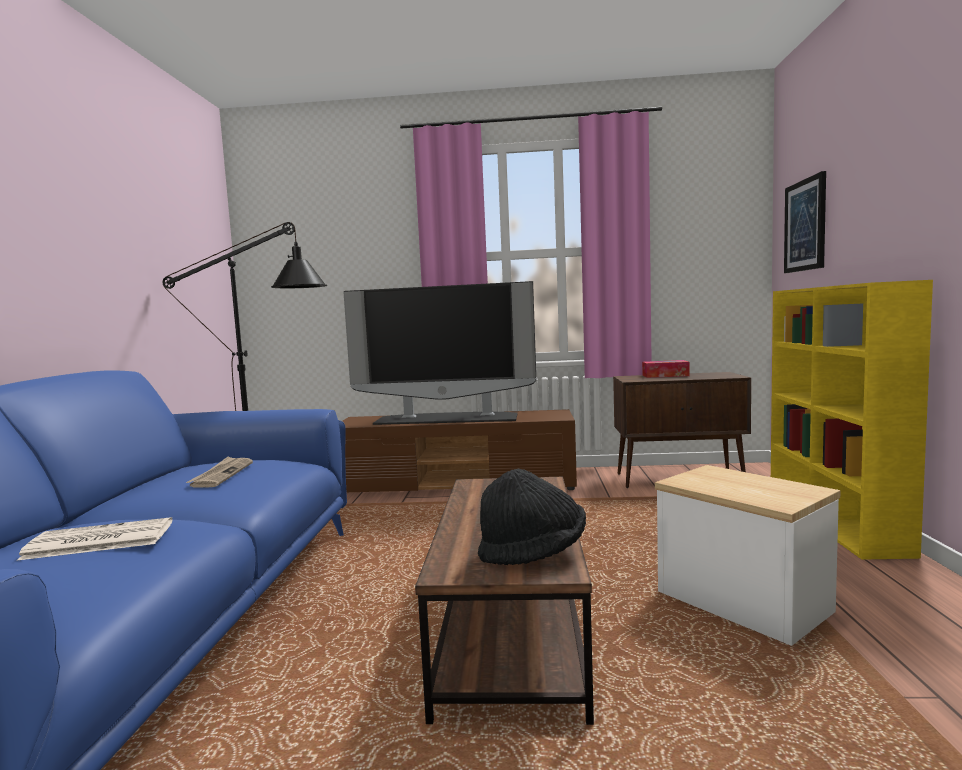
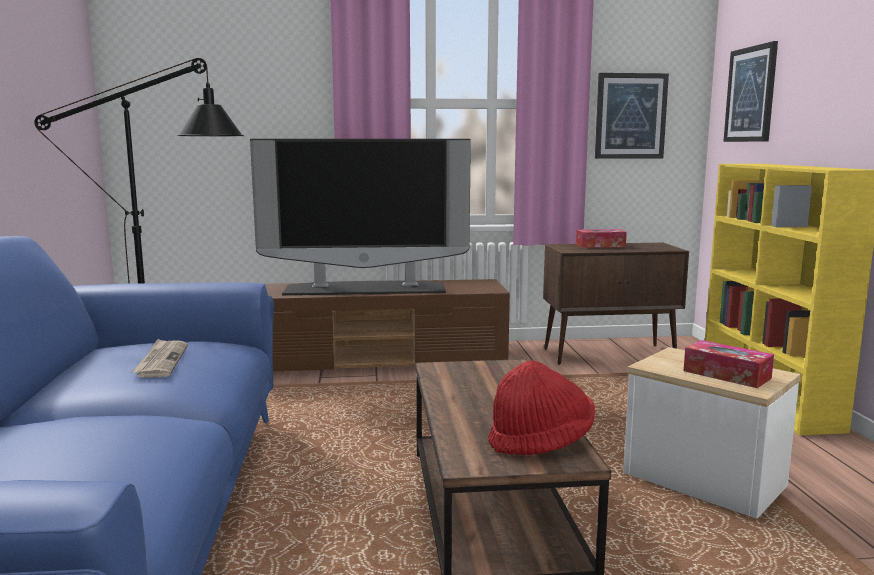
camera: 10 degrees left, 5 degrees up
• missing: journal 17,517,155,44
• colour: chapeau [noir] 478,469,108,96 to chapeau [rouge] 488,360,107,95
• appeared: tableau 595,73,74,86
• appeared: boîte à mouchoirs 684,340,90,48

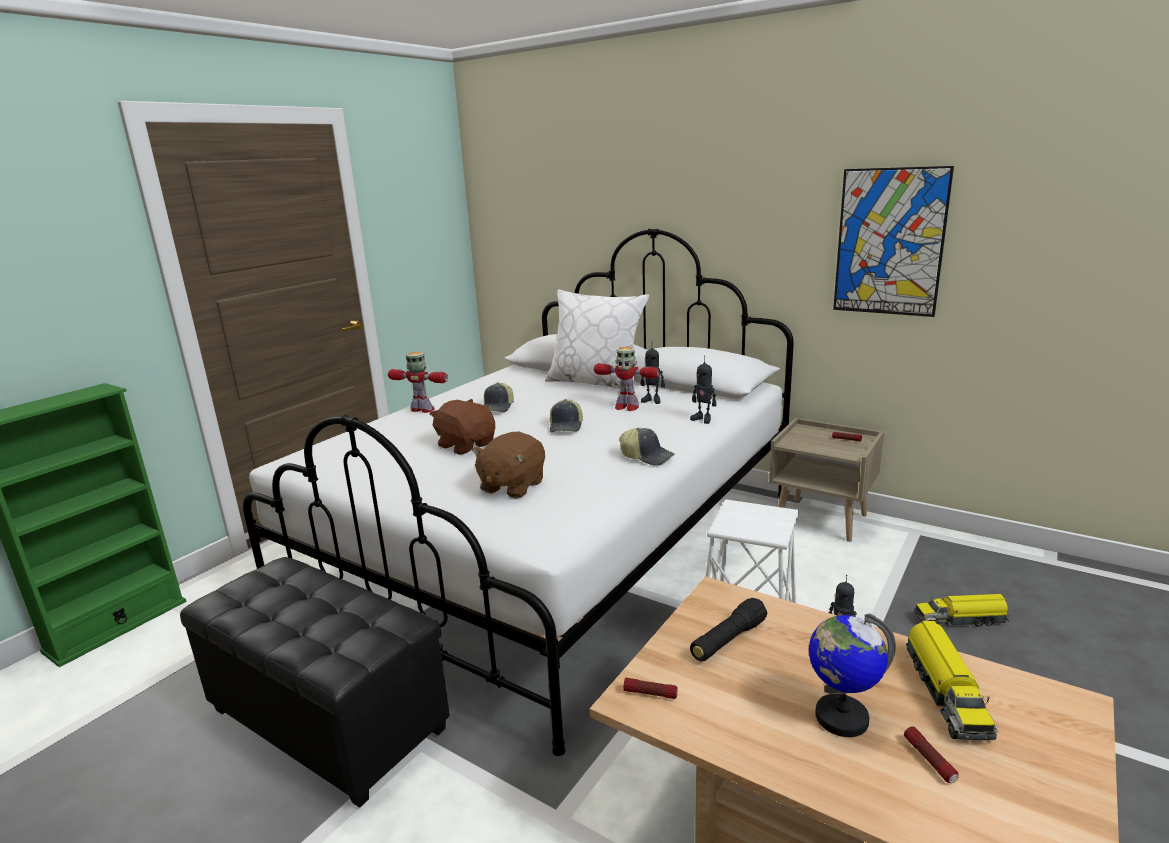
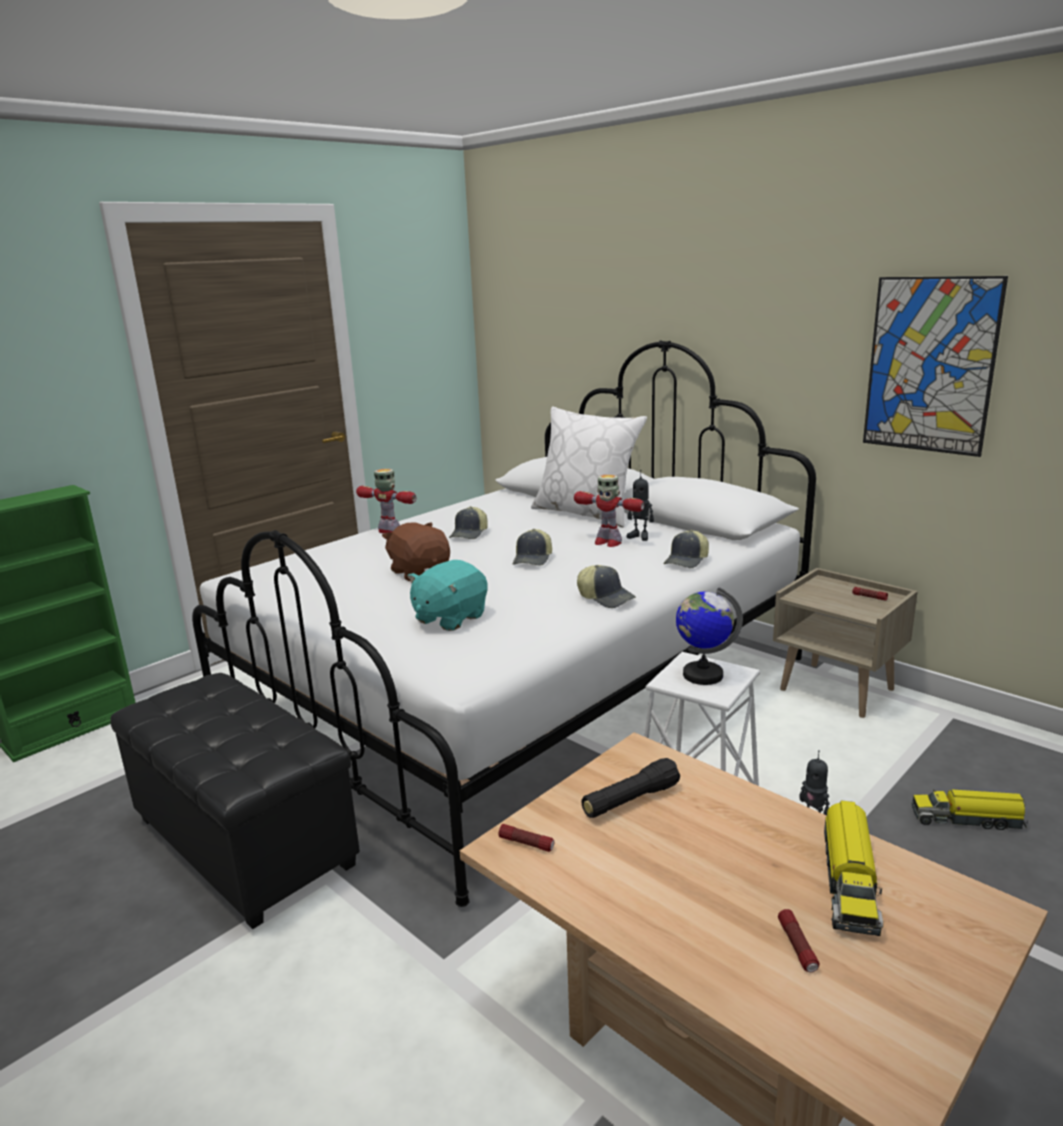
camera: 10 degrees right, 0 degrees up
• colour: peluche [marron] 472,432,73,66 to peluche [turquoise] 407,560,81,71
• exchanged: robot jouet 690,355,26,69 to casquette 663,530,46,38
• relocated: globe 809,613,87,124 to 676,587,67,98

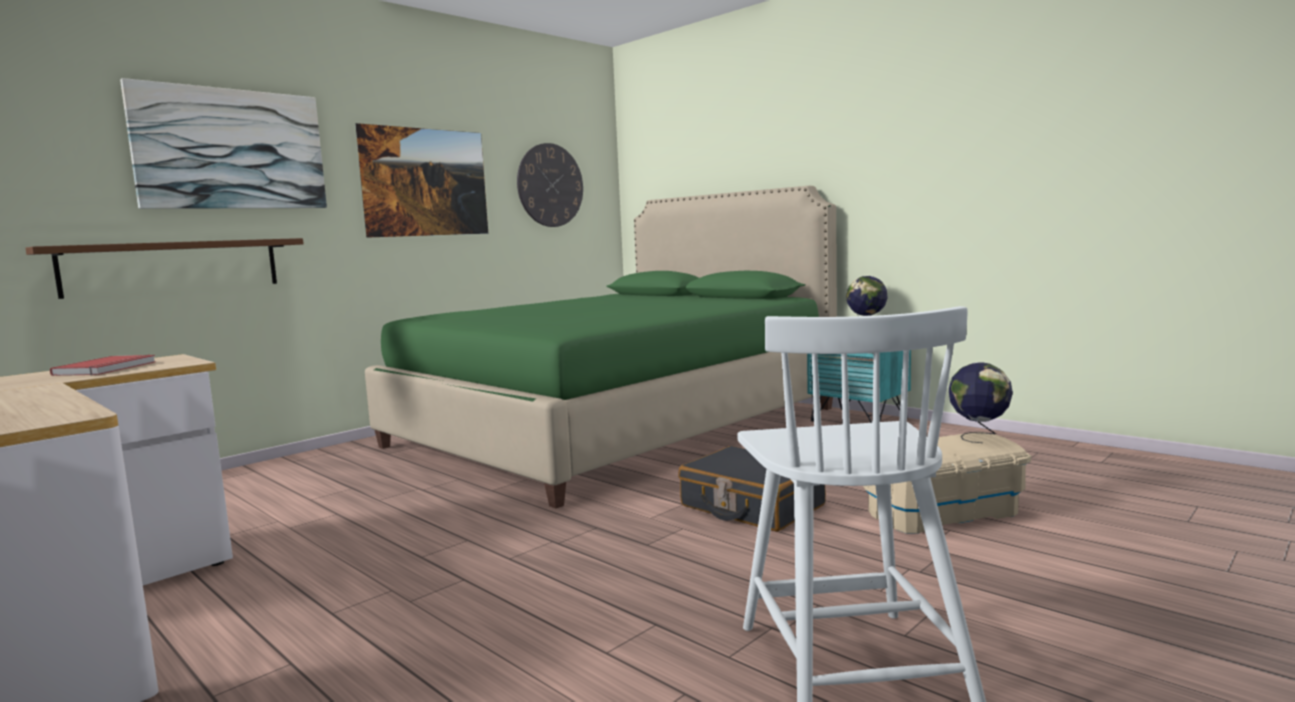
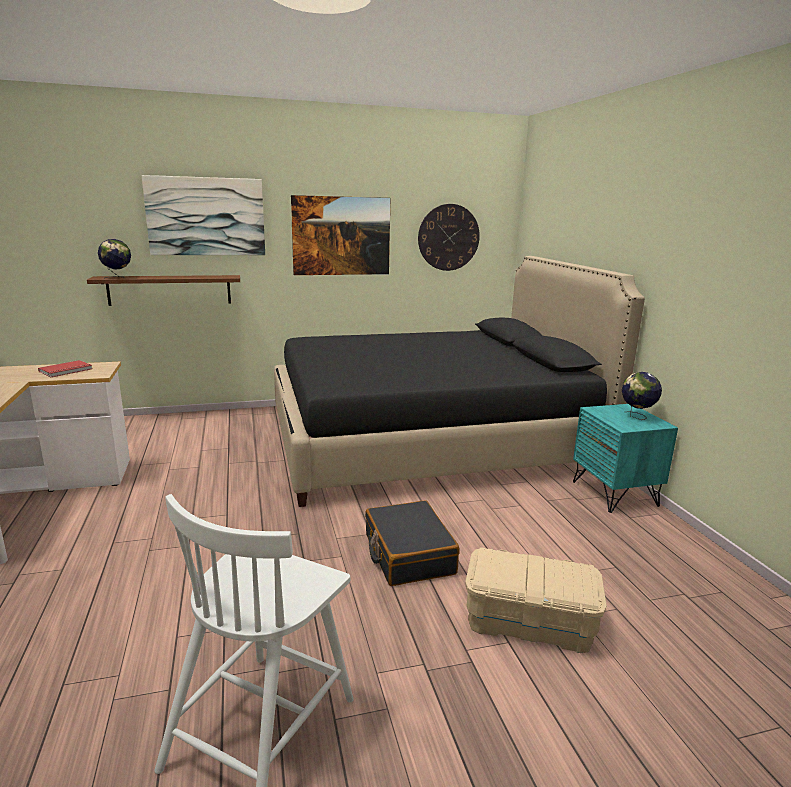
camera: 30 degrees right, 10 degrees up
• colour: lit [vert] 365,186,472,322 to lit [noir] 274,256,371,251
• relocated: globe 949,362,64,81 to 98,239,33,40

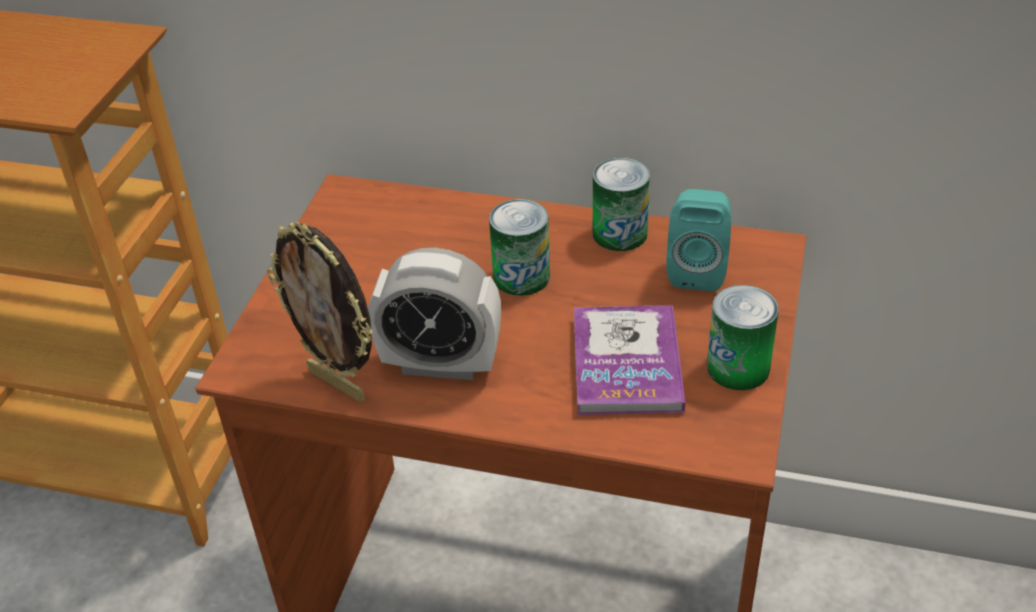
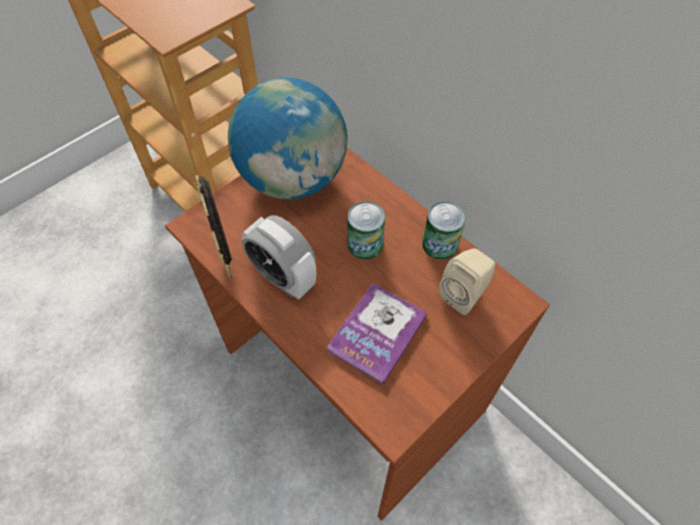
camera: 30 degrees right, 15 degrees up
• colour: enceinte [turquoise] 666,189,65,102 to enceinte [beige] 439,249,56,66
• missing: boîte métallique 707,285,72,105
• appeared: globe 228,78,119,122

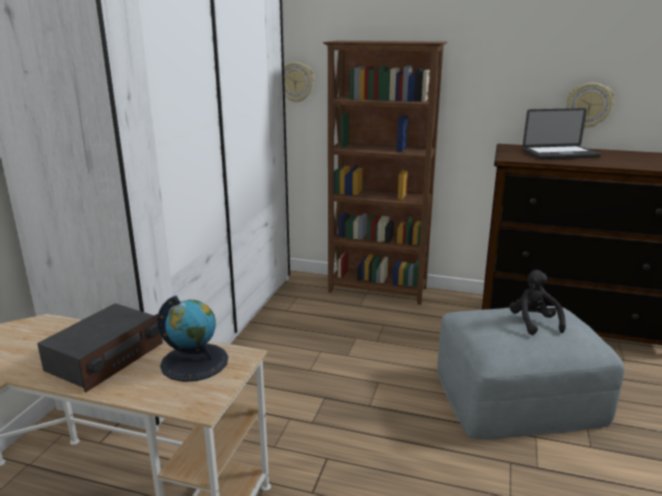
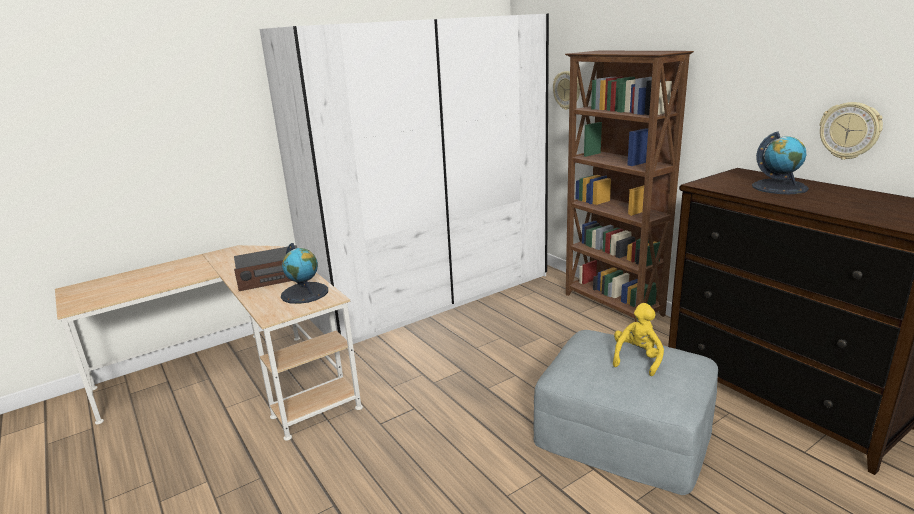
camera: 40 degrees right, 0 degrees up
• colour: peluche [noir] 509,270,57,65 to peluche [jaune] 613,303,51,73
• exchanged: ordinateur portable 523,108,78,51 to globe 752,131,57,63

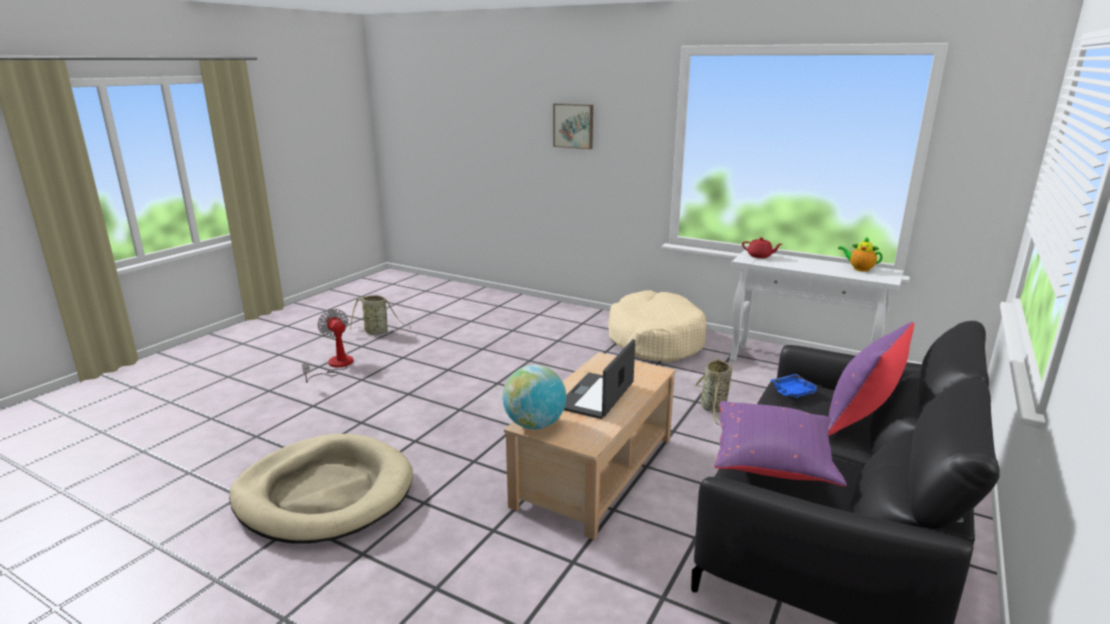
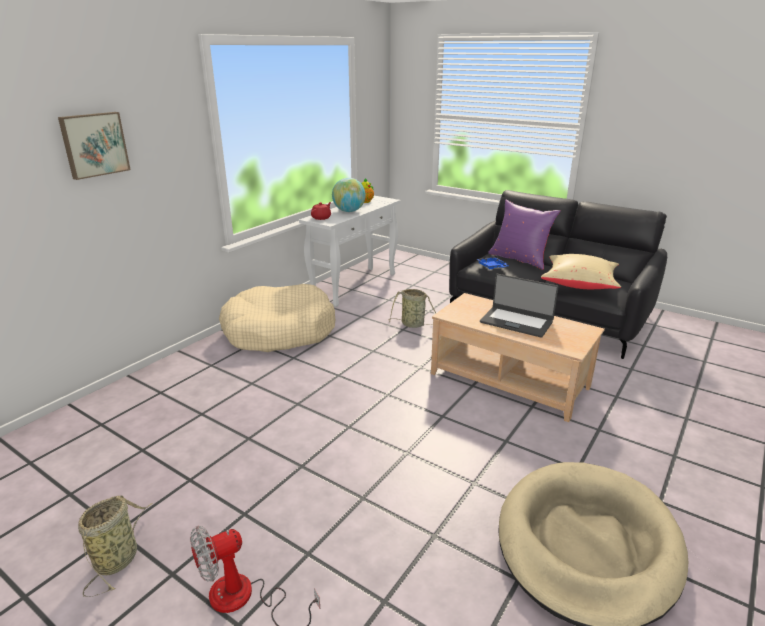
camera: 85 degrees left, 5 degrees up
• relocated: globe 503,365,63,64 to 332,178,34,34
• colour: coussin [violet] 714,401,133,85 to coussin [beige] 541,254,80,35

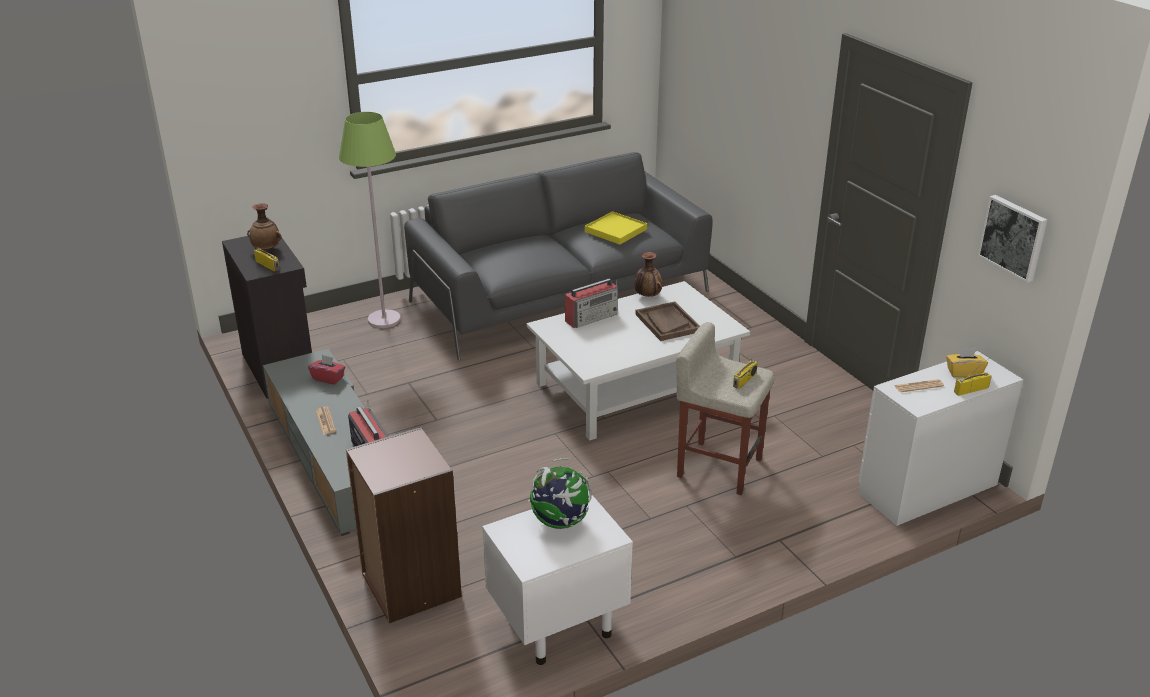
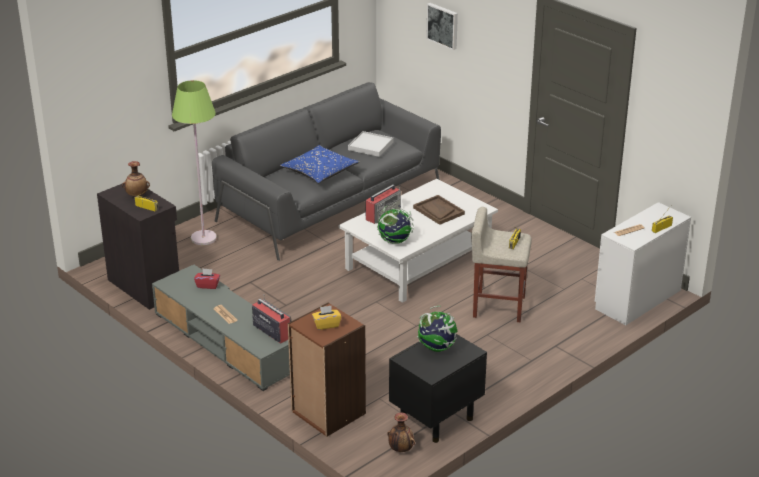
camera: 15 degrees left, 0 degrees up
• colour: table de chevet [blanc] 482,491,151,174 to table de chevet [noir] 389,334,98,109
• colour: plateau [jaune] 585,211,62,34 to plateau [blanc] 348,131,46,26
• relocated: vase 634,252,28,45 to 387,413,28,39
• relocated: boîte à mouchoirs [jaune] 946,347,42,31 to 312,305,29,25
• relocated: tableau 977,195,70,88 to 426,3,32,47
• appeared: coussin [bleu] 280,145,79,38
• appeared: globe 377,206,37,38

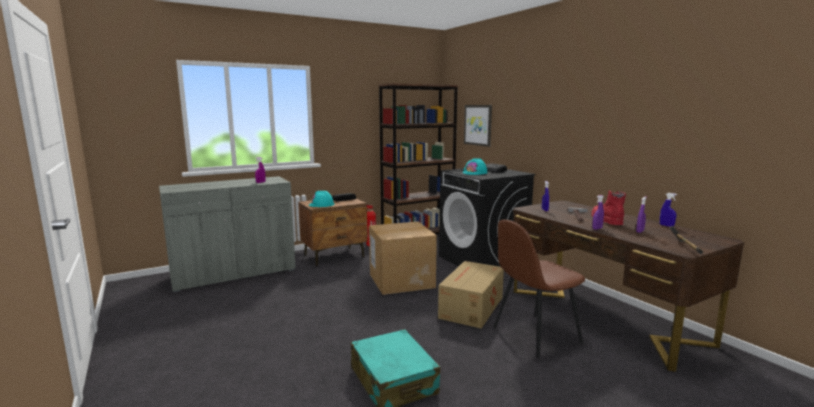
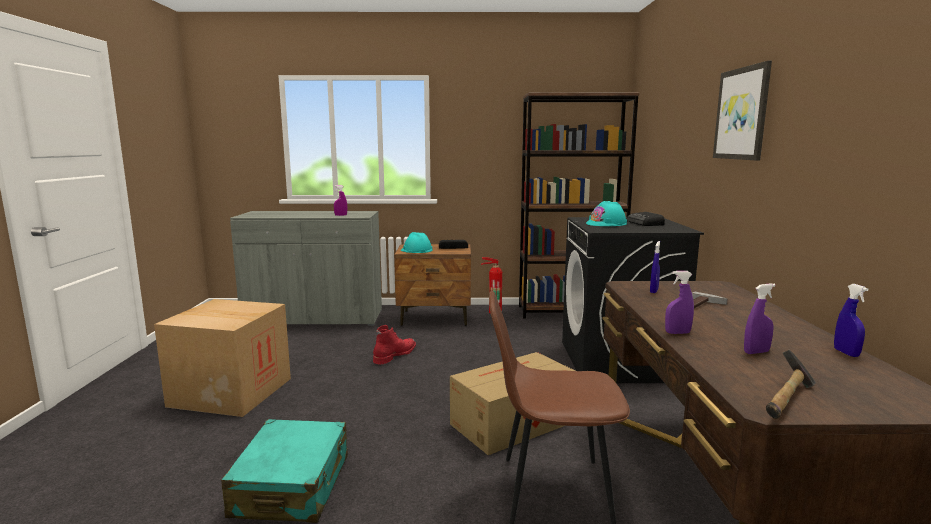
camera: 30 degrees right, 0 degrees up
• relocated: carton 369,221,68,74 to 154,299,137,118
• relocated: tableau 464,105,28,42 to 713,61,59,100
• relocated: botte [rouge] 591,190,35,35 to 373,325,43,39

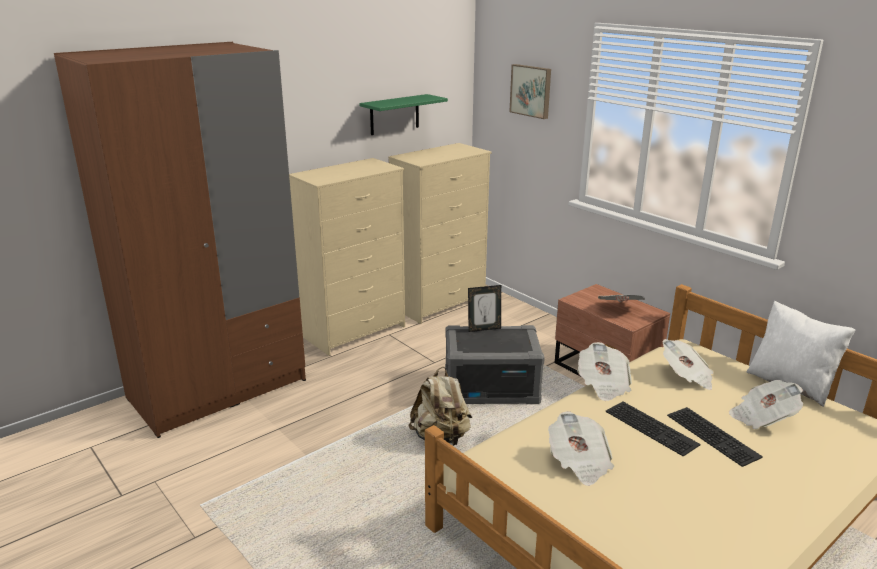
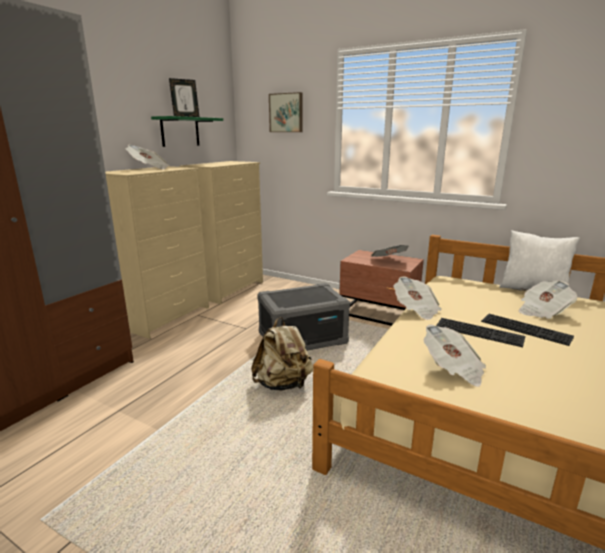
camera: 20 degrees left, 5 degrees down
• relocated: cadre photo 468,285,33,47 to 169,78,30,39
• relocated: journal 663,339,50,51 to 126,145,44,25

